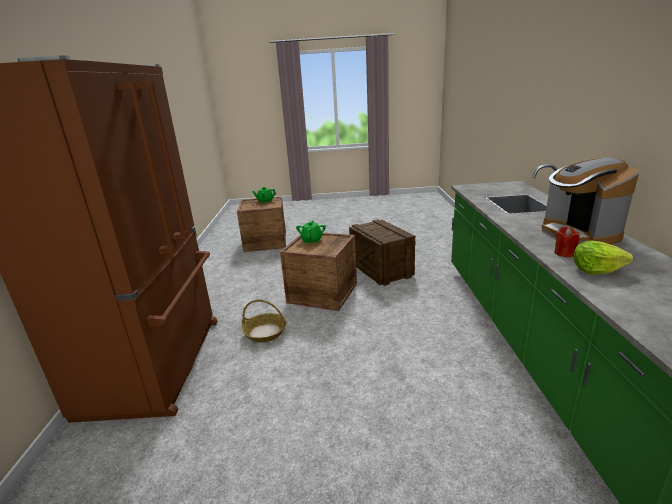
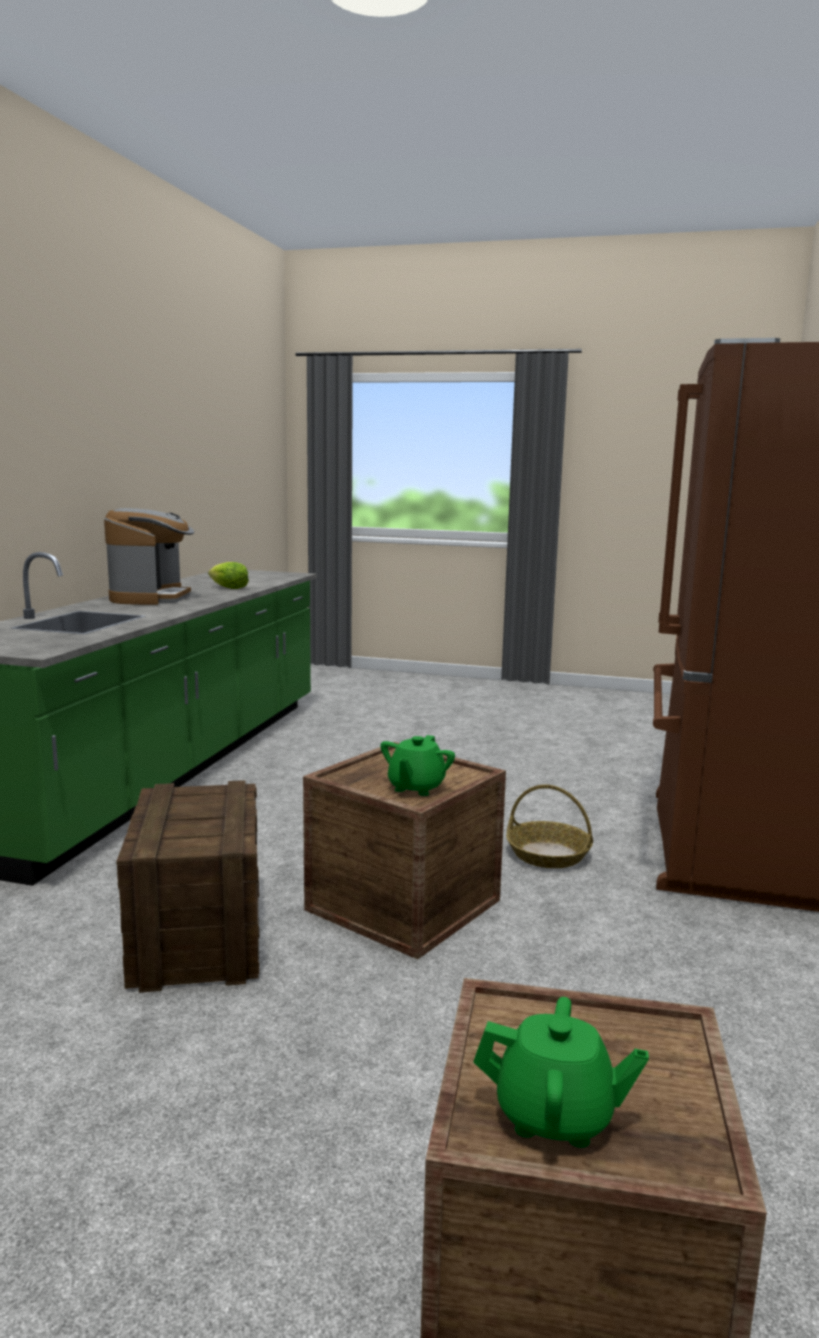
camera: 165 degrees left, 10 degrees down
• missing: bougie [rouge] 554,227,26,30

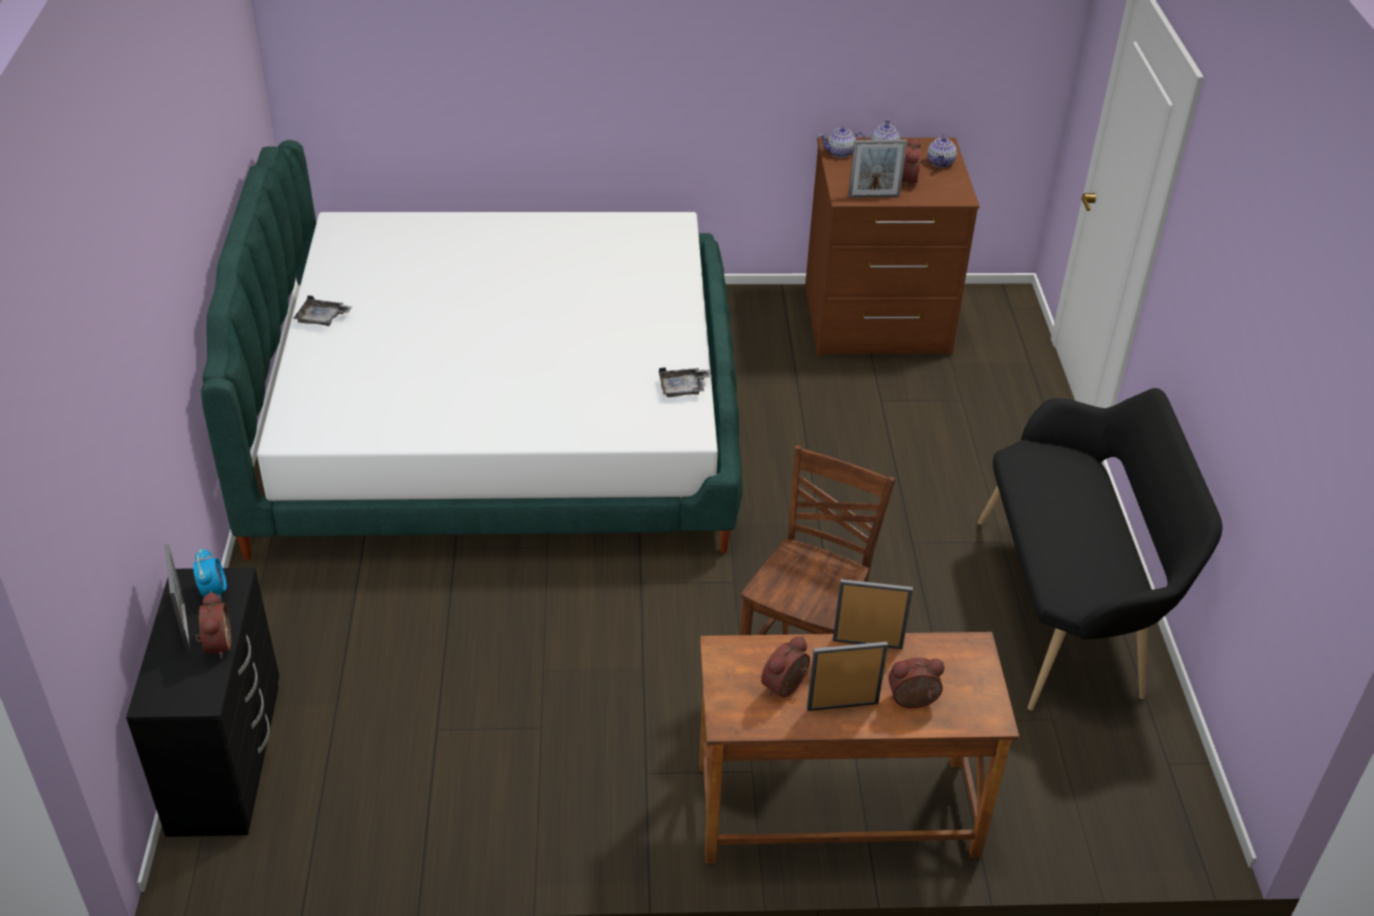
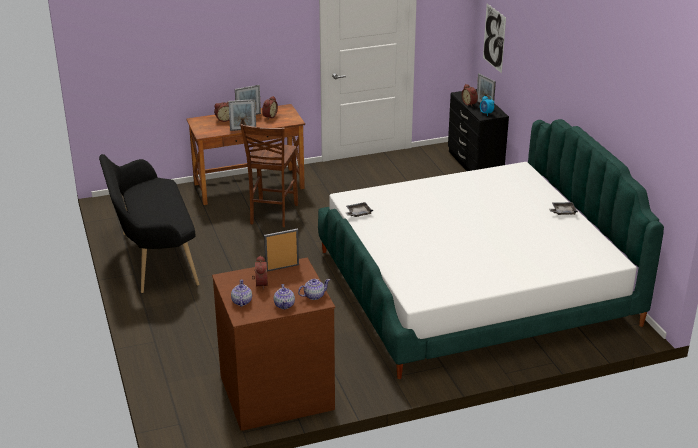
camera: 165 degrees right, 10 degrees down
• appeared: tableau 483,4,23,70

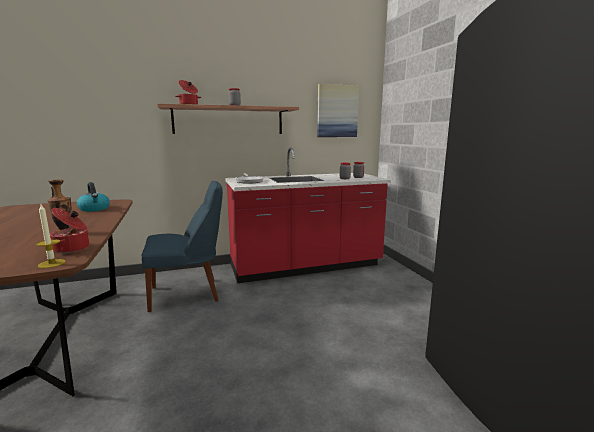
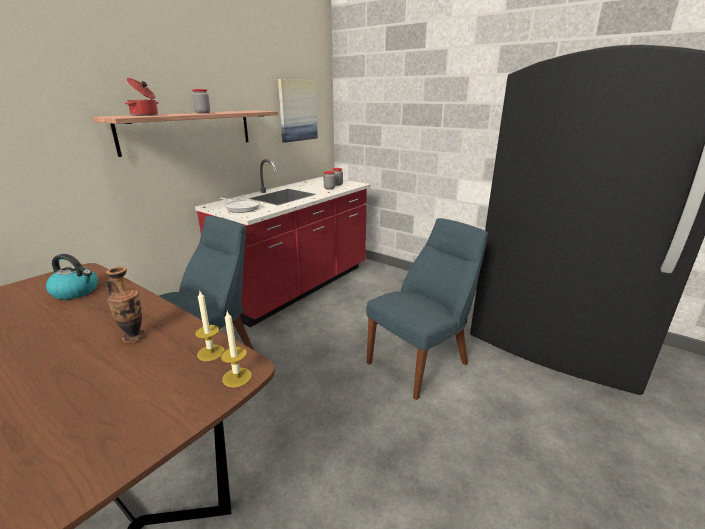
camera: 35 degrees left, 10 degrees up
• exchanged: marmite 50,208,39,46 to bougie 195,291,30,70
• appeared: chaise [bleu] 366,218,122,182

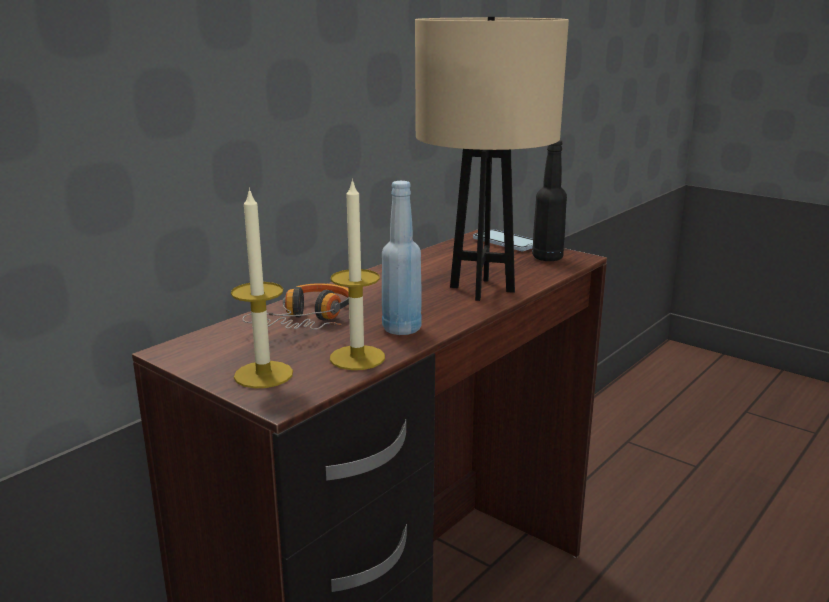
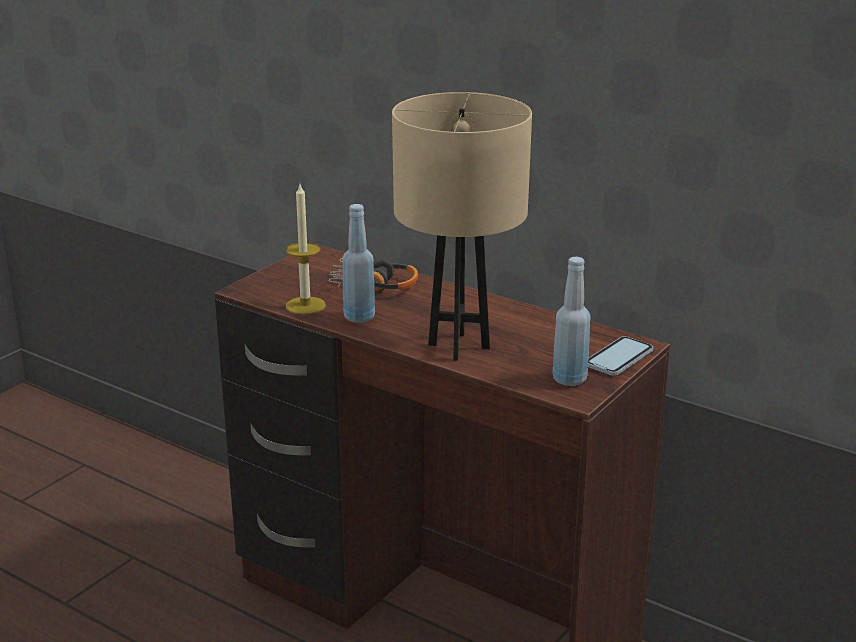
camera: 85 degrees right, 5 degrees up
• missing: bougie 231,187,62,201
• colour: bouteille [noir] 532,140,35,121 to bouteille [bleu] 553,257,38,129

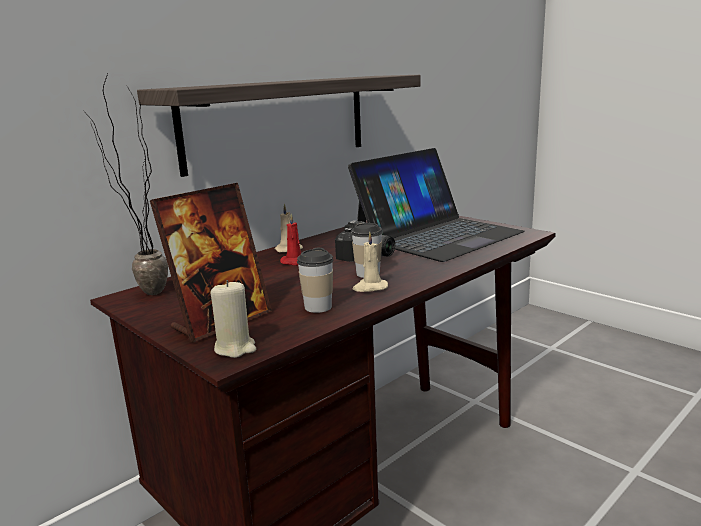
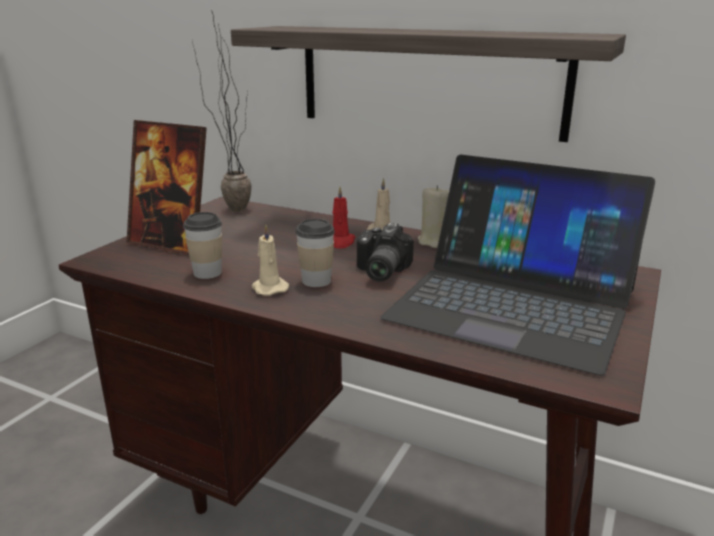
camera: 70 degrees right, 5 degrees up
• relocated: bougie [beige] 211,280,45,78 to 418,185,31,63

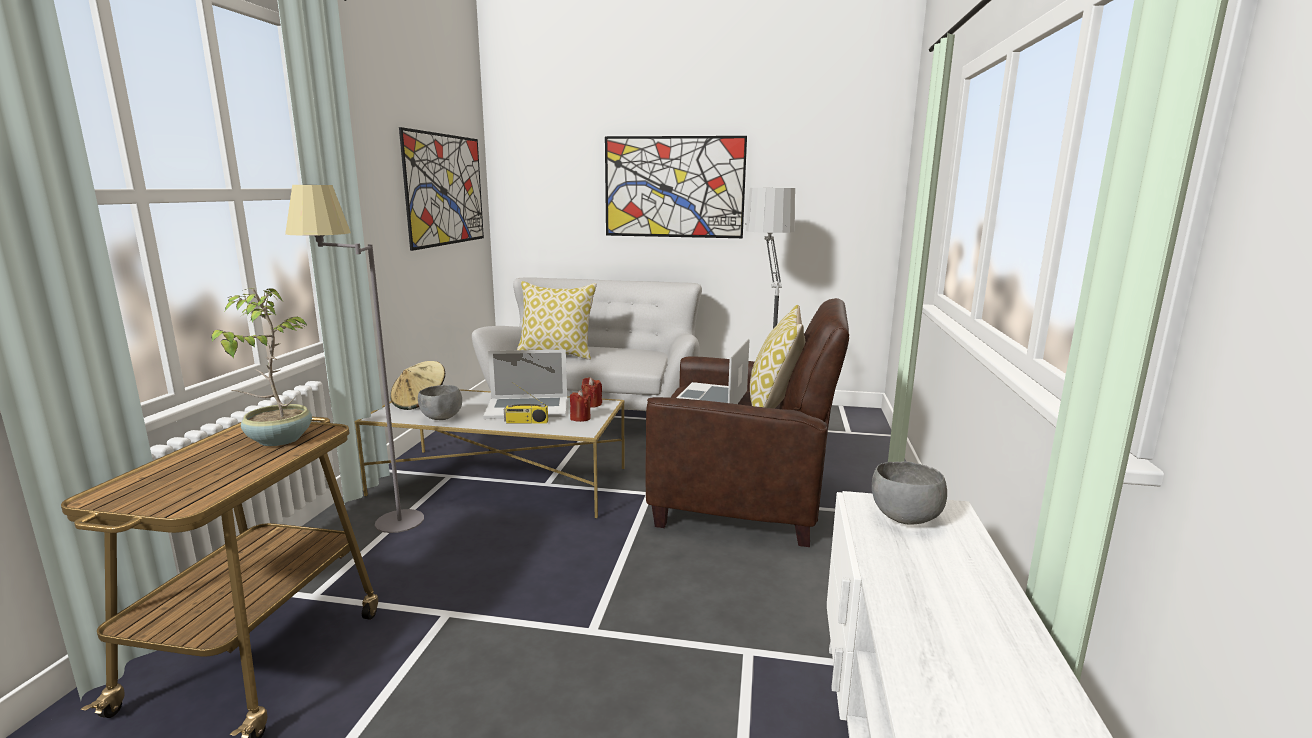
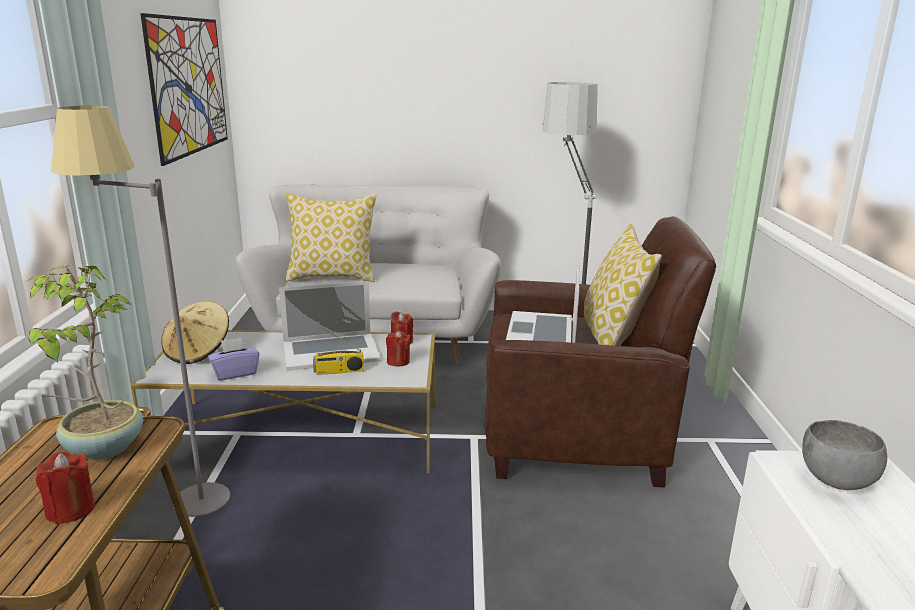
camera: 10 degrees left, 5 degrees up
• exchanged: bol [gris] 418,385,44,35 to boîte à mouchoirs [violet] 208,337,52,44
• missing: tableau 605,136,142,102
• appeared: bougie [rouge] 36,452,59,72

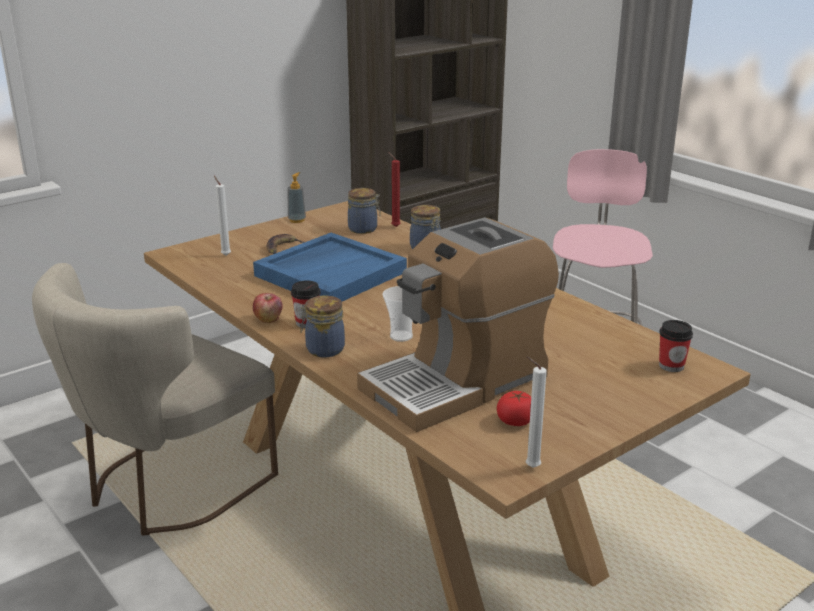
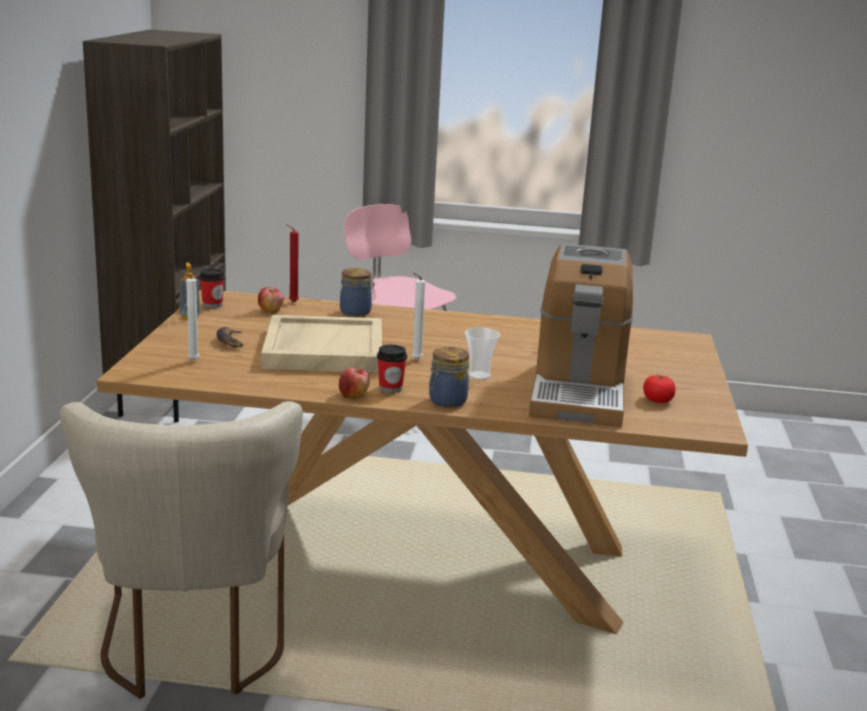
camera: 45 degrees left, 5 degrees down
• colour: plateau [bleu] 253,233,154,68 to plateau [beige] 261,315,121,58
• exchanged: bocal 348,188,33,46 to pomme 258,287,26,26
• relocated: bougie [blanc] 526,357,21,111 to 411,273,14,86
• relocated: tasse 659,320,34,52 to 199,268,26,40

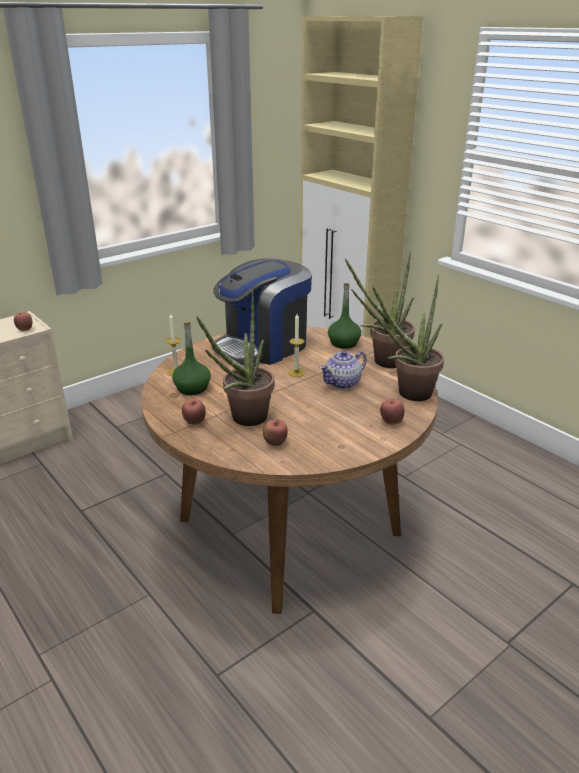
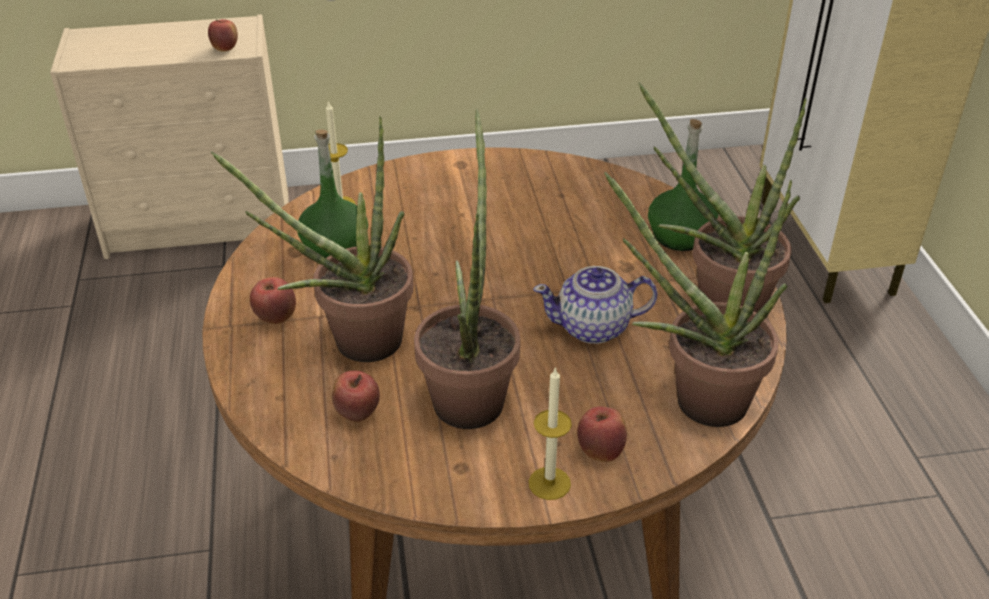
camera: 30 degrees right, 10 degrees up
• missing: machine à café 211,258,101,107
• relocated: bougie 288,314,17,63 to 529,367,43,133
• appeared: plante en pot 414,109,106,320

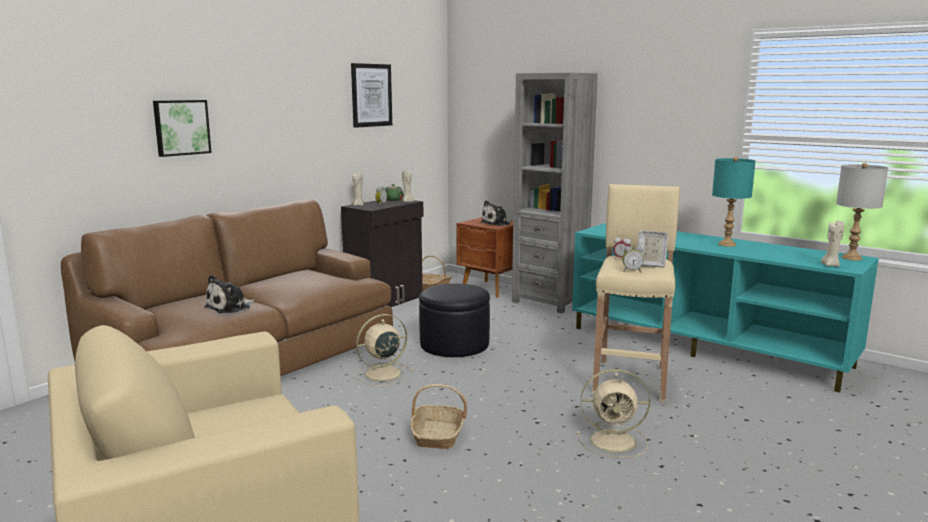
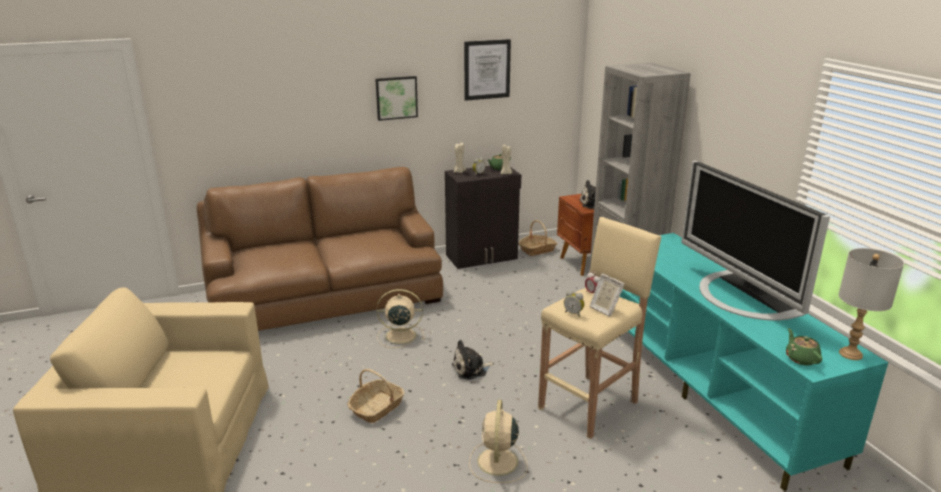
camera: 30 degrees right, 10 degrees up
• relocated: tableau 153,100,59,57 to 375,76,43,45
• relocated: peluche 204,275,51,39 to 452,340,42,40
• missing: pouf [noir] 419,283,71,74
• spun: ventilateur [beige] 577,369,73,89 = 469,400,58,83 60 degrees clockwise
• exchanged: lampe de table [turquoise] 712,157,43,90 to téléviseur 681,161,149,160
• exchanged: bougie [beige] 821,221,23,46 to théière [vert] 786,328,36,37

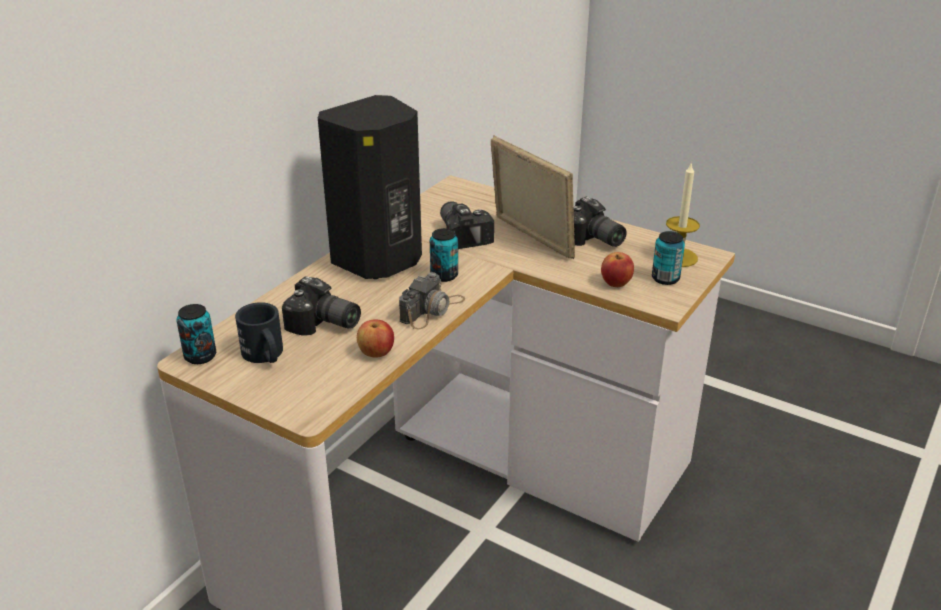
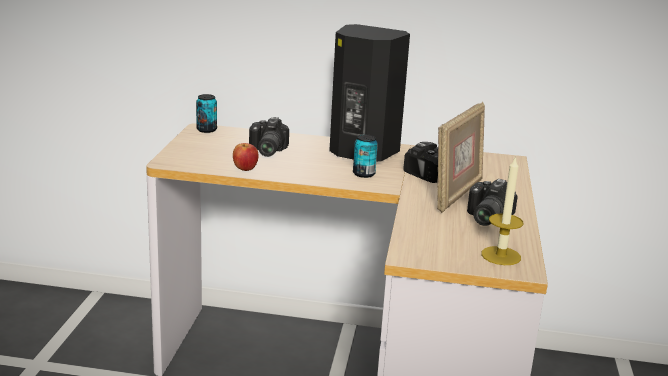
camera: 65 degrees right, 10 degrees down
• missing: mug [noir] 235,302,48,61
• missing: appareil photo 399,272,66,57
• missing: pomme 601,252,33,35
• missing: boîte métallique 652,231,33,54

